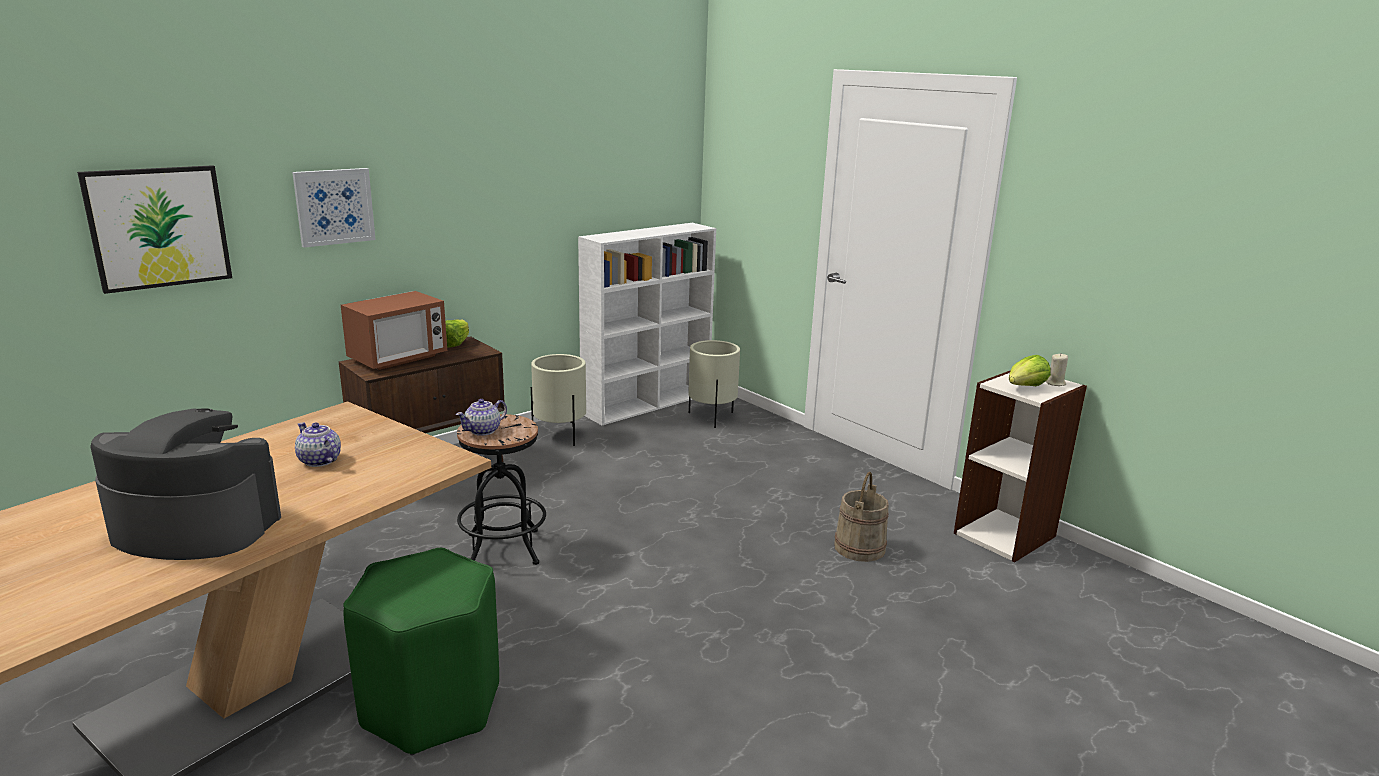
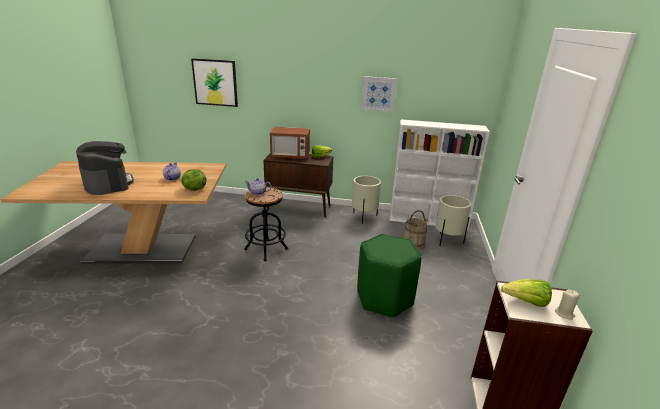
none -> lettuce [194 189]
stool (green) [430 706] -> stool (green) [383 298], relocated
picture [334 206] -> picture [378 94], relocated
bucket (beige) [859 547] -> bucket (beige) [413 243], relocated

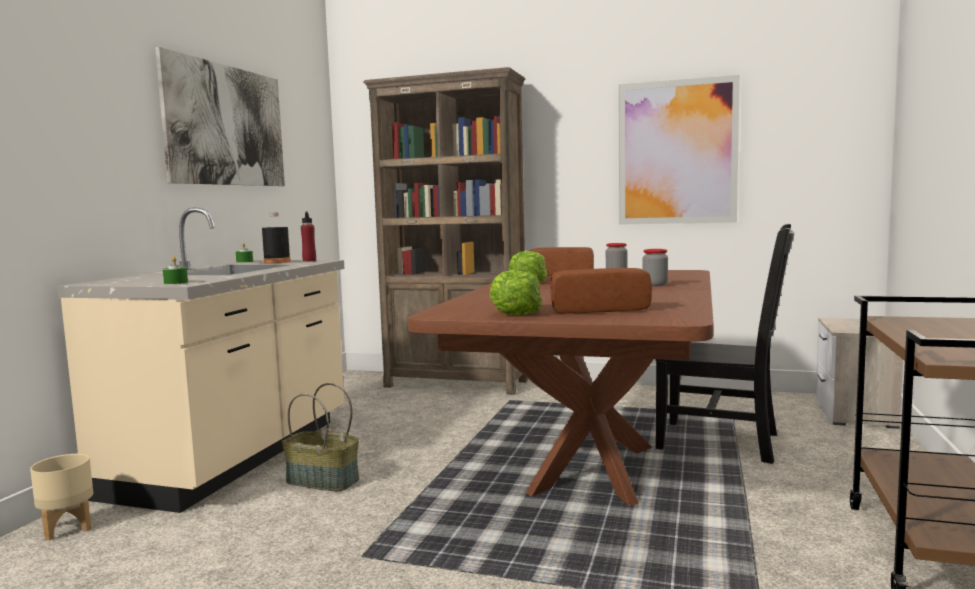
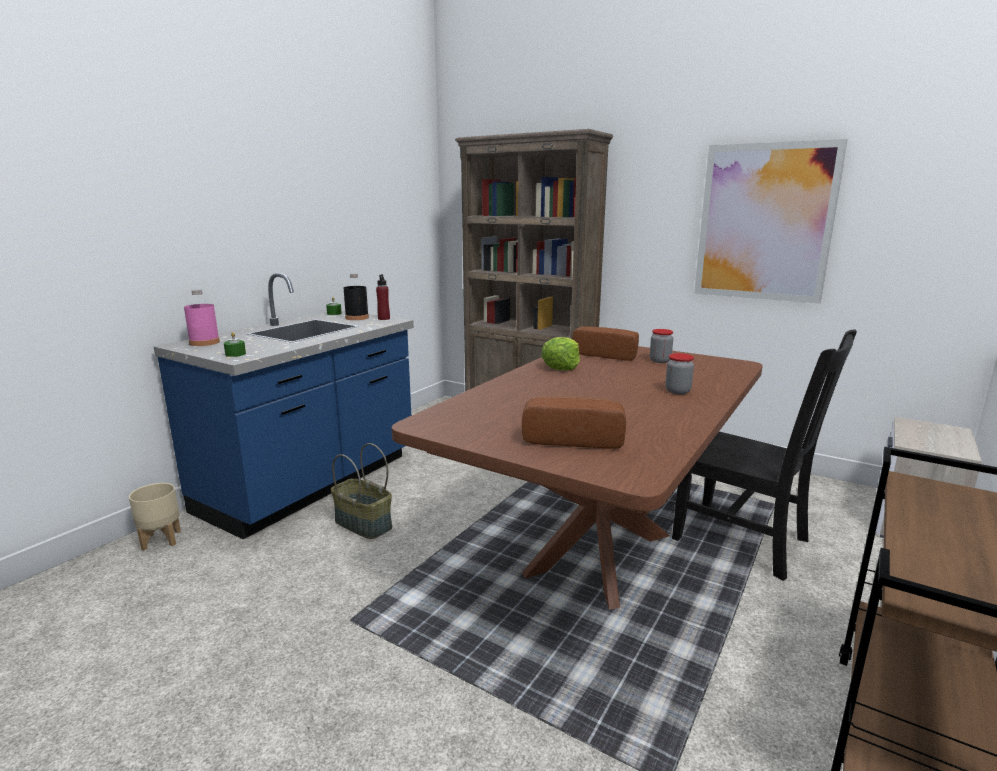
counter (beige) [235 457] -> counter (blue) [312 484]
none -> bottle (pink) [204 342]
picture [226 125] -> none
lettuce [514 313] -> none

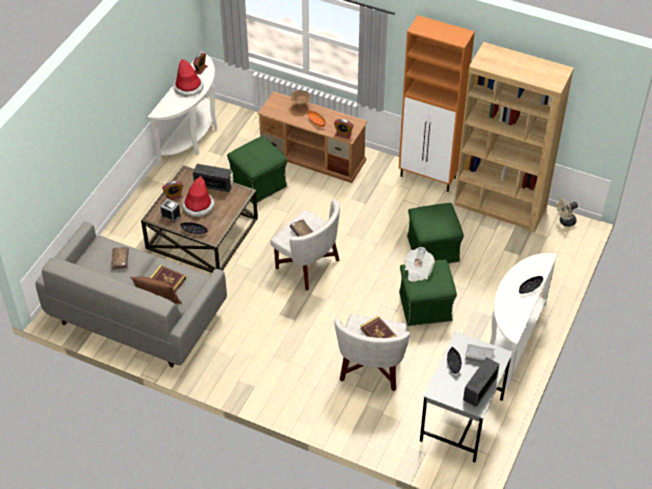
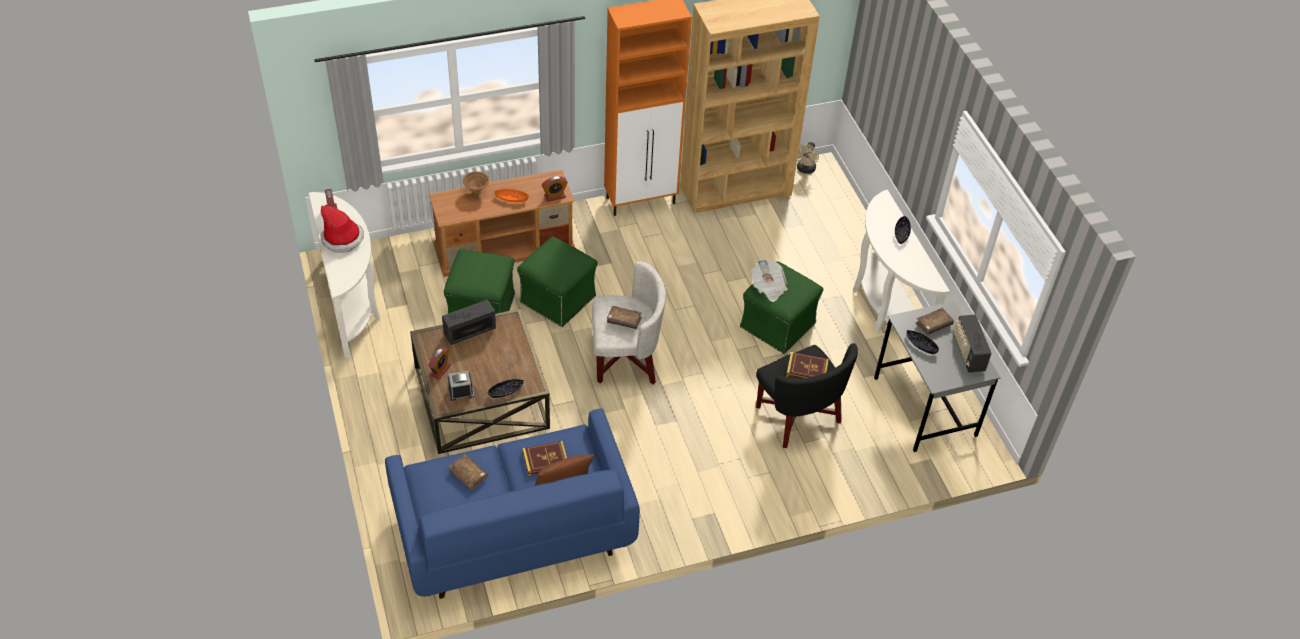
sofa (grey) [137 316] -> sofa (blue) [513 530]
ottoman (green) [433 249] -> ottoman (green) [558 299], relocated
armchair (white) [371 368] -> armchair (black) [797 416]
book (grey) [479 357] -> book (brown) [933 324]
hat [198 206] -> none

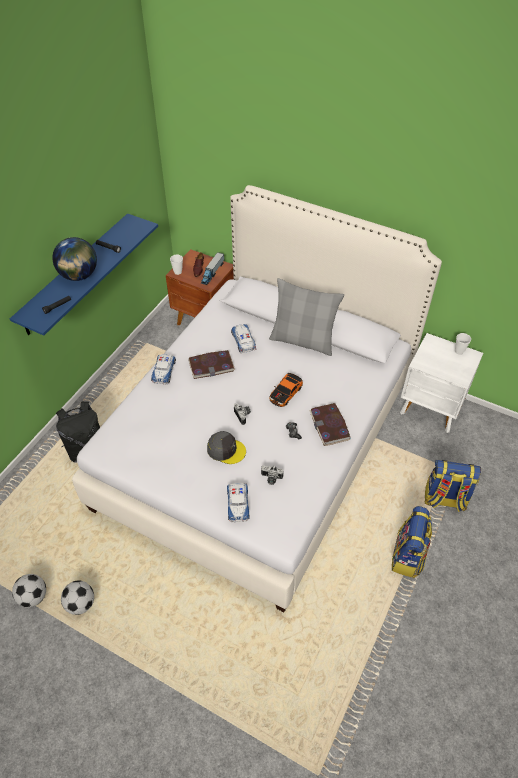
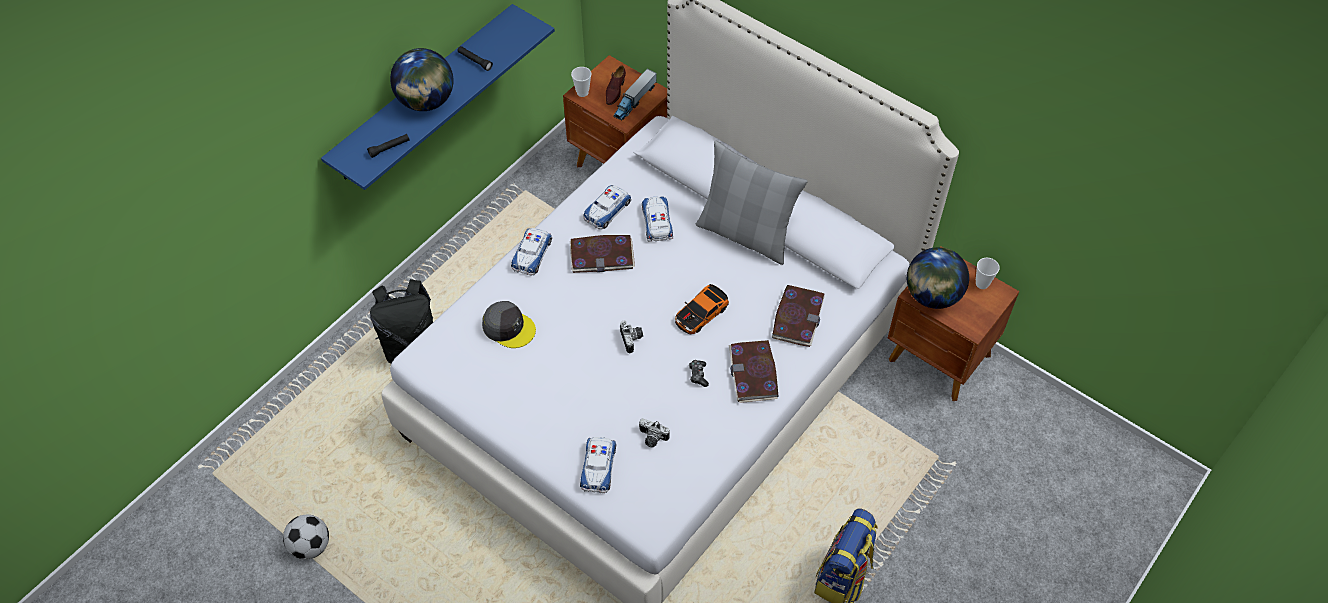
cap (grey) [226 450] -> cap (grey) [509 327], relocated
none -> toy car [607 210]
none -> book [797 317]
nightstand (white) [431 408] -> nightstand (brown) [939 359]
none -> globe [932 295]
football [80 603] -> none
backpack [444 499] -> none

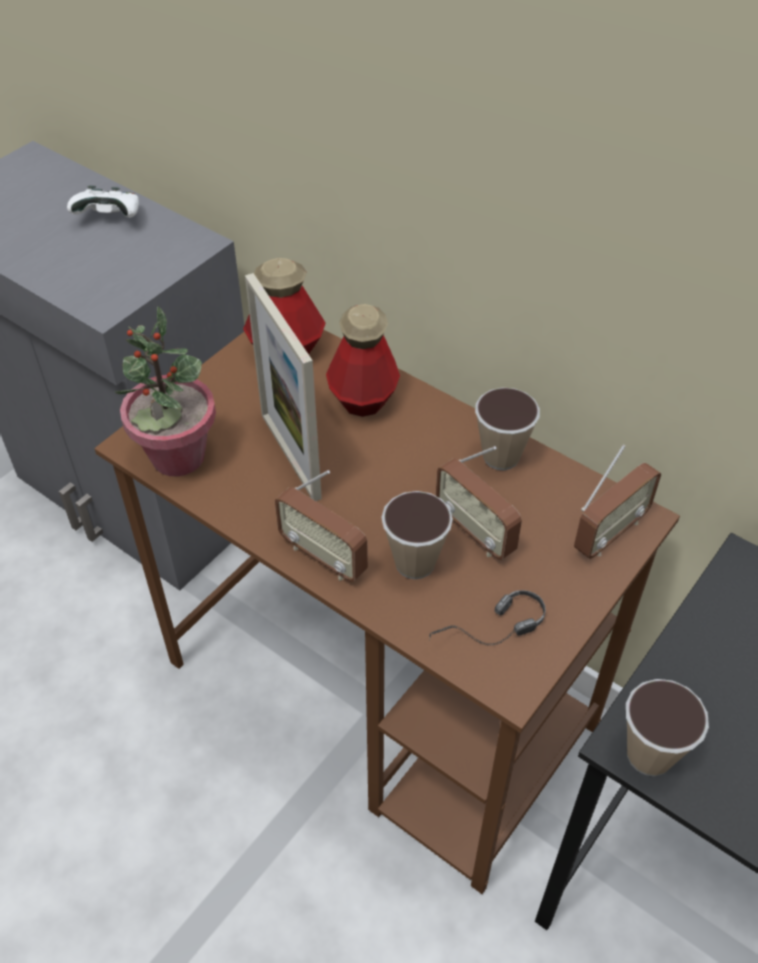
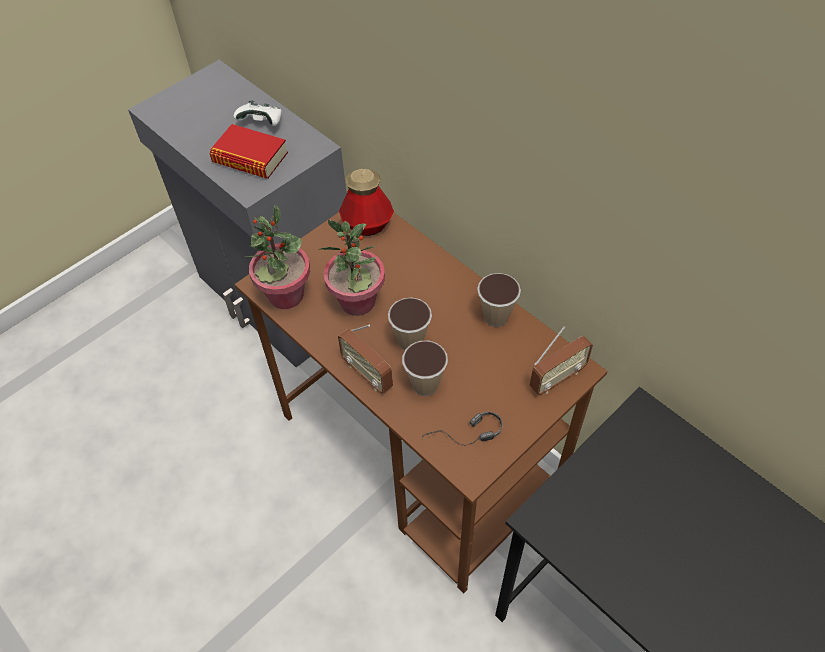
none -> book [250 158]
picture frame [290 455] -> potted plant [358 302]
cup [649 755] -> cup [410 341], relocated
bottle [363 398] -> none
radio [475 532] -> none

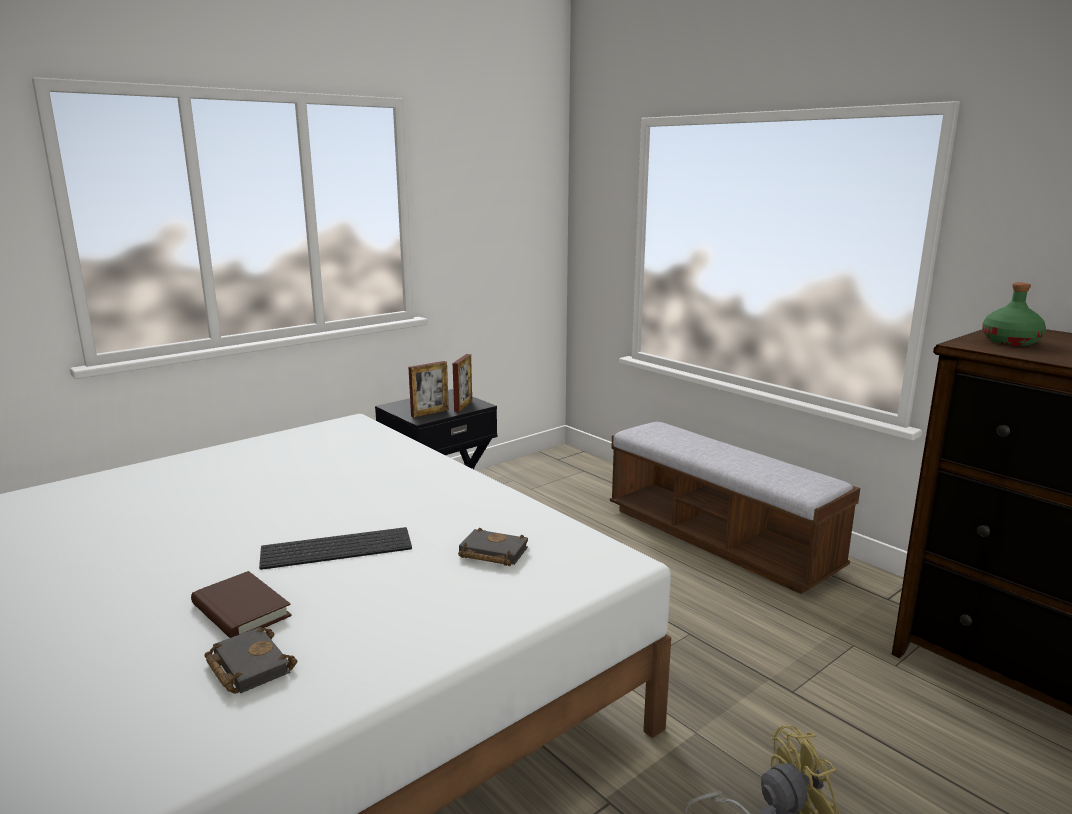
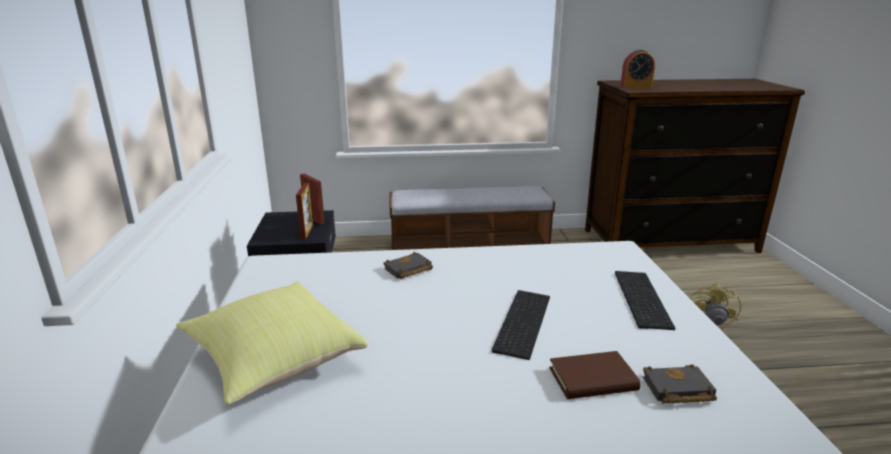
none -> pillow (yellow) [272 360]
book (black) [491 553] -> book (black) [408 270], relocated
none -> keyboard [639 298]
bottle (green) [1011 341] -> alarm clock [636 86]

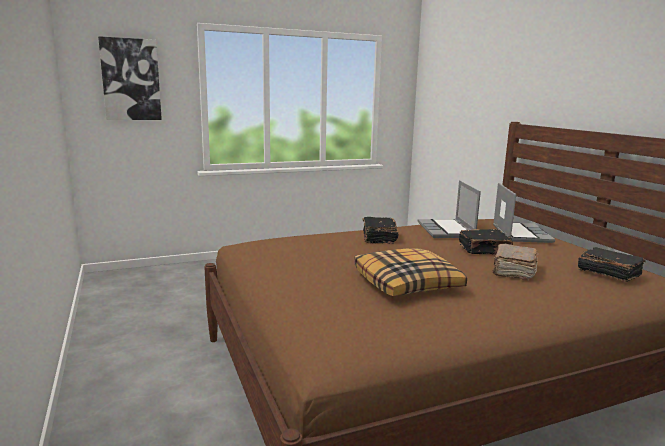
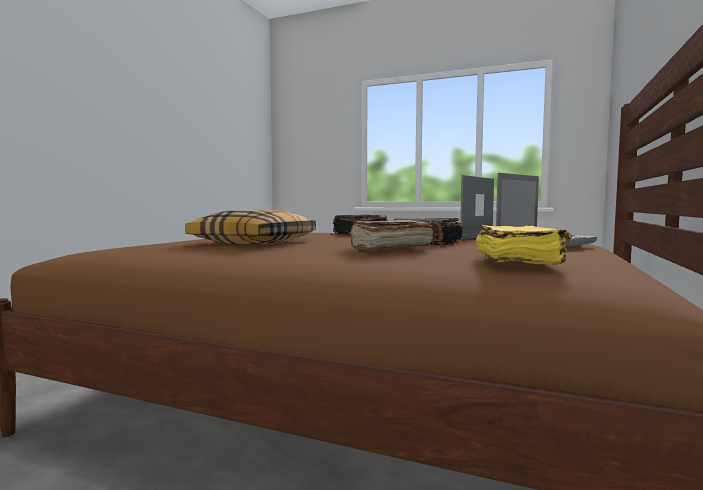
book (black) [608 273] -> book (yellow) [518 262]
picture [131 79] -> none

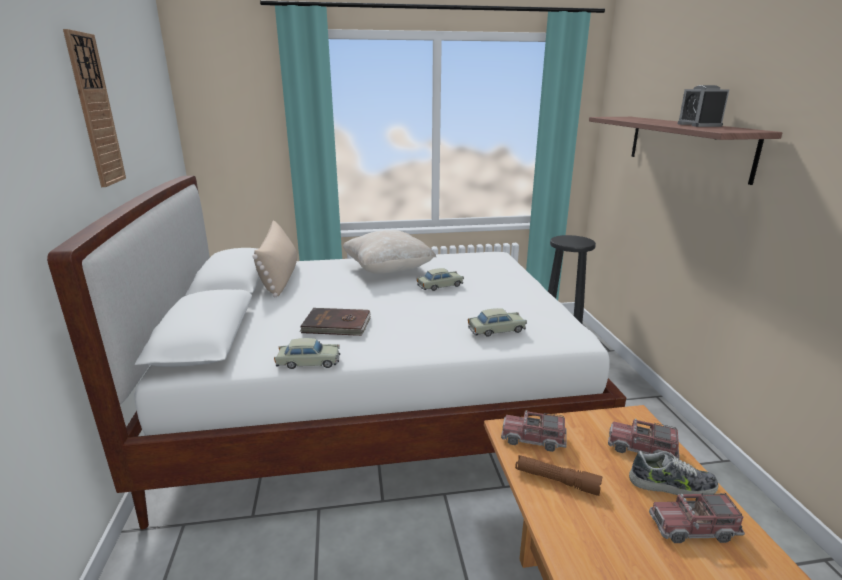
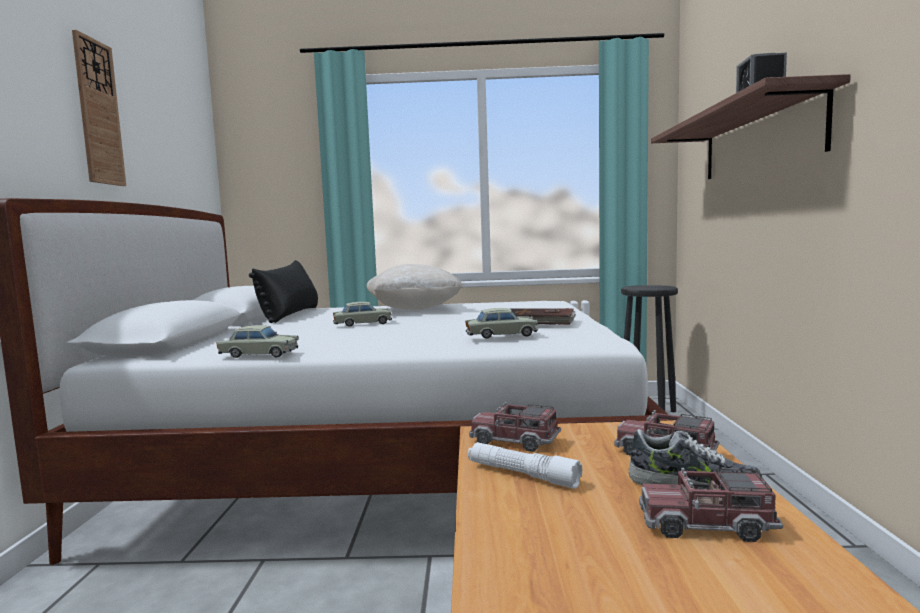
pillow (beige) [280 277] -> pillow (black) [290 314]
toy car (beige) [440 286] -> toy car (beige) [362 324], relocated
flashlight (brown) [556 480] -> flashlight (white) [522 475]
book (brown) [337 325] -> book (brown) [538 320], relocated

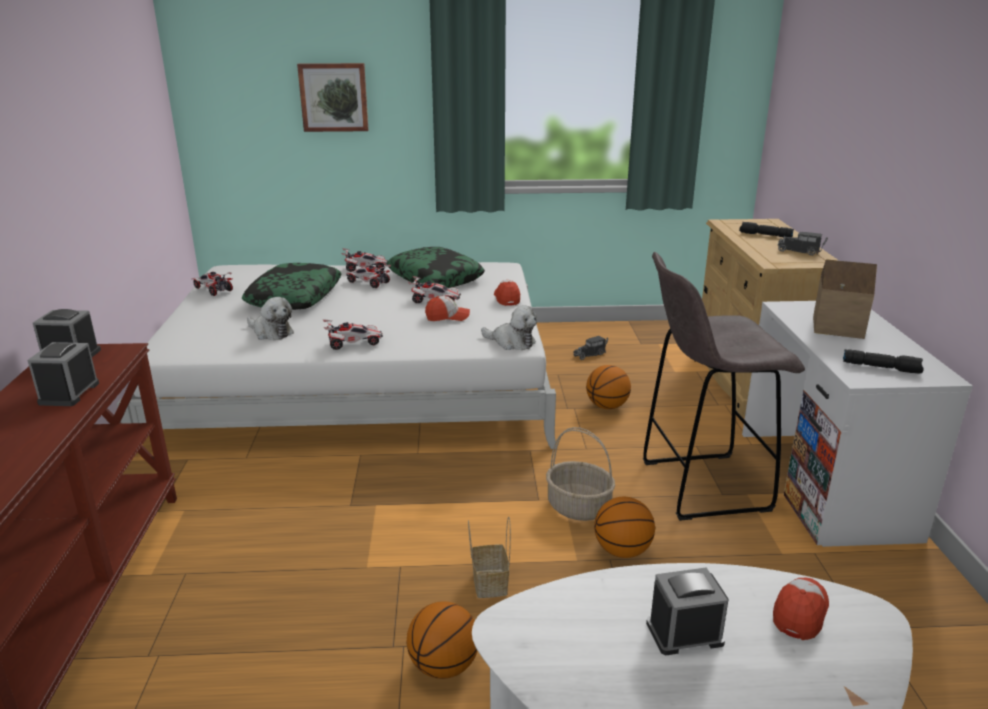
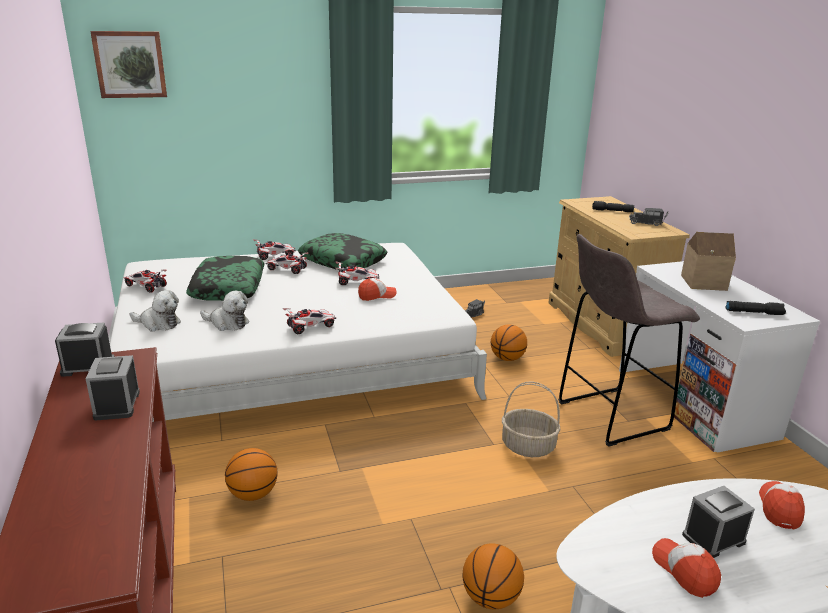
picture [334 97] -> picture [130 64], relocated
plush toy [511 342] -> plush toy [158 323], relocated
basketball [622 550] -> basketball [253 494], relocated
cap [507 298] -> cap [684 571], relocated
basket [489 582] -> none

